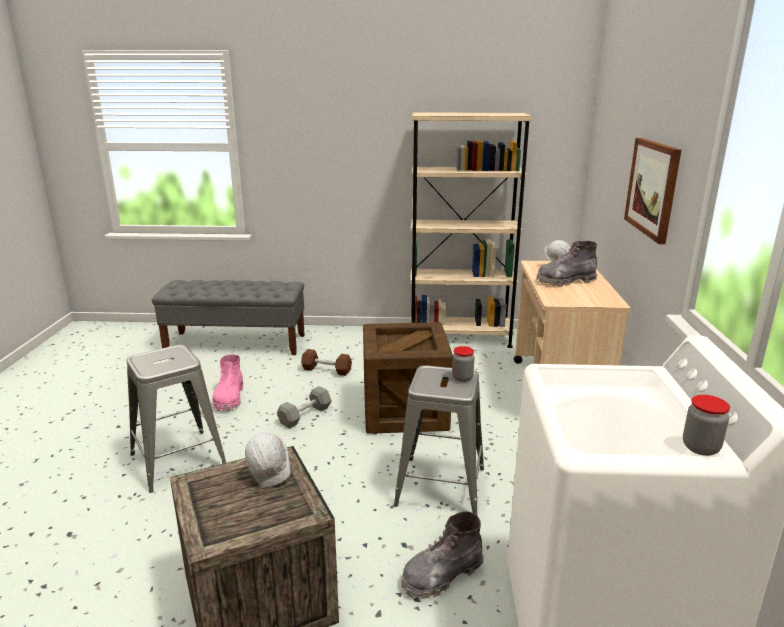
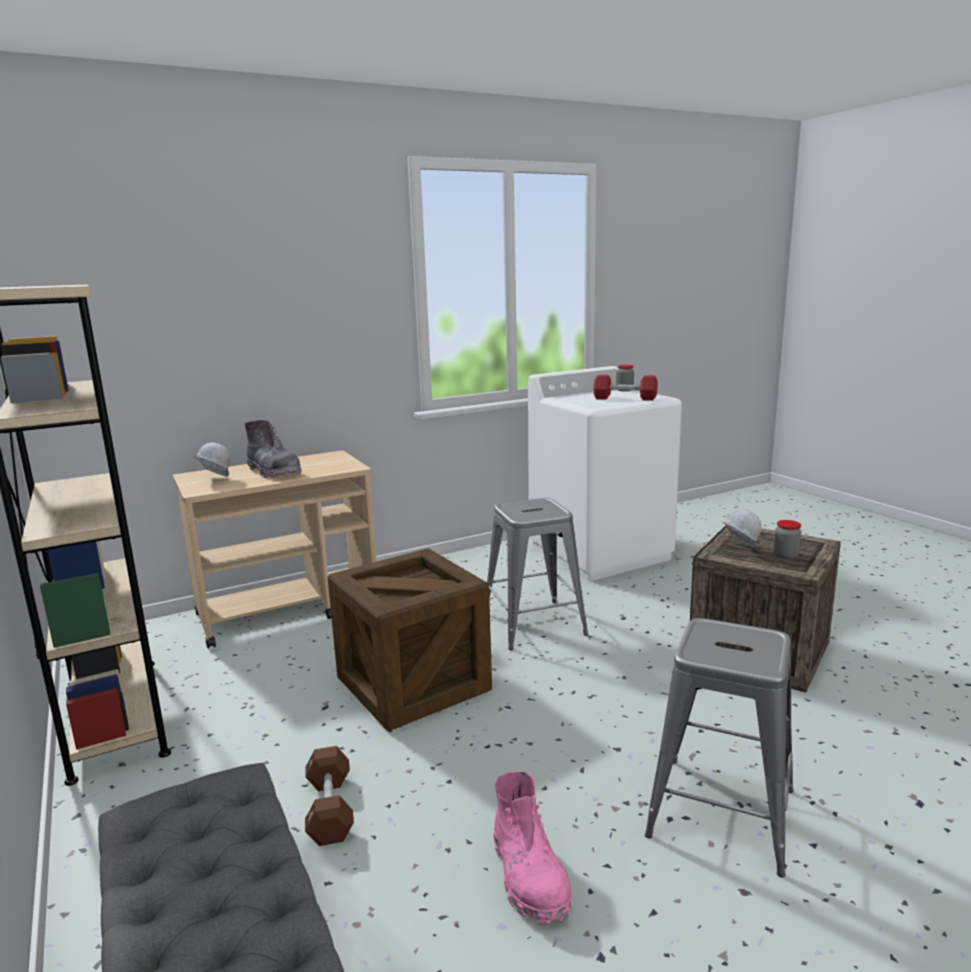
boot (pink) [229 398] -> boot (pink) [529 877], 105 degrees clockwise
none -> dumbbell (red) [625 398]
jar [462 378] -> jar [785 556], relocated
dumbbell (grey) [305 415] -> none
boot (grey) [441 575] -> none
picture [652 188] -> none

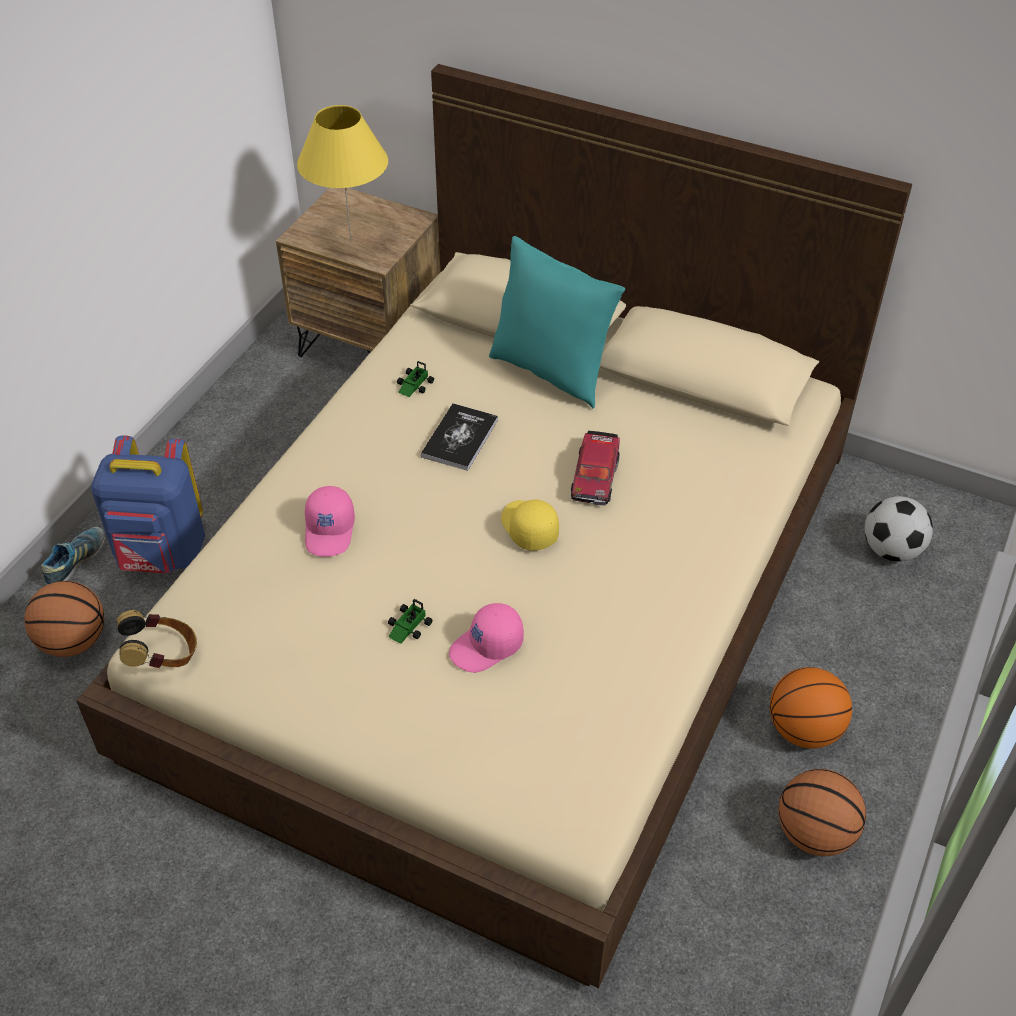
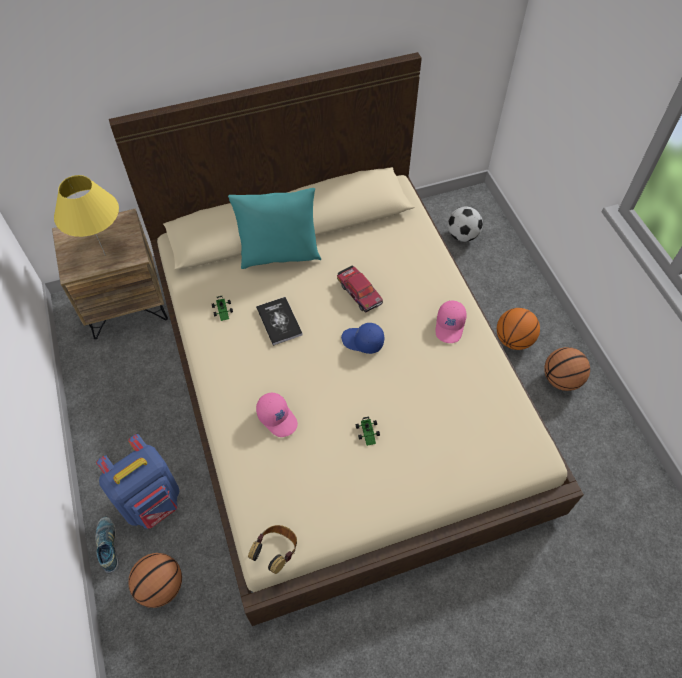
cap (yellow) [528 528] -> cap (blue) [362 341]
cap (pink) [487 647] -> cap (pink) [450 326], relocated

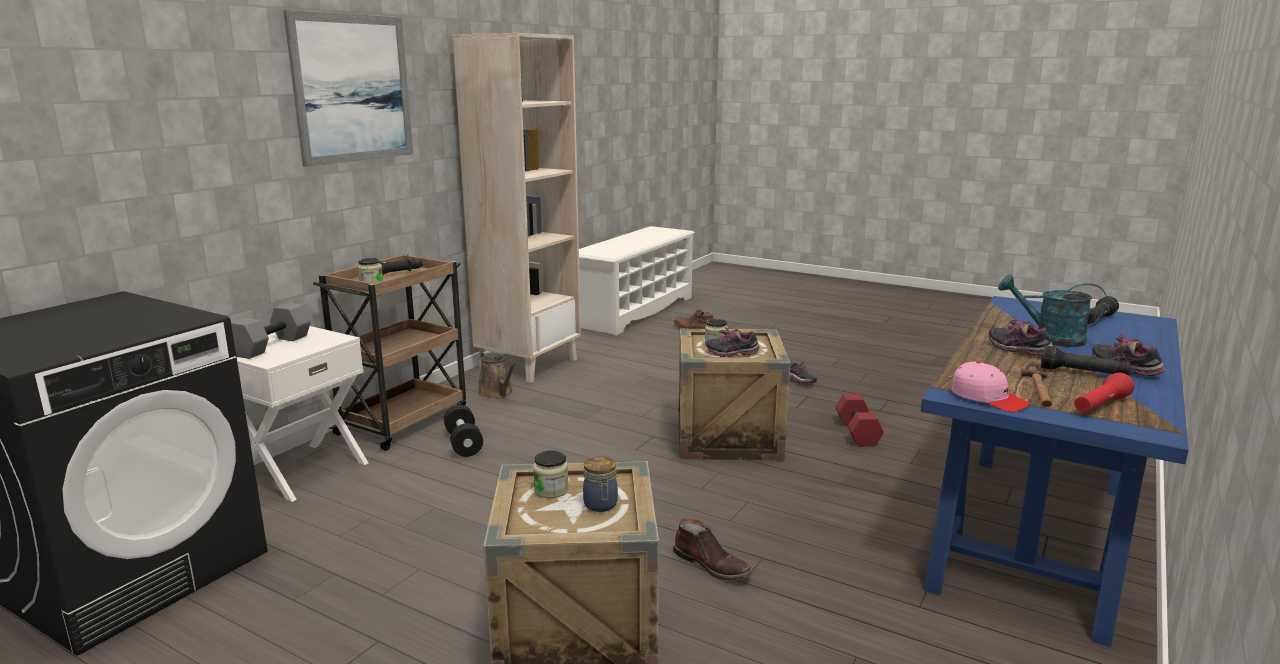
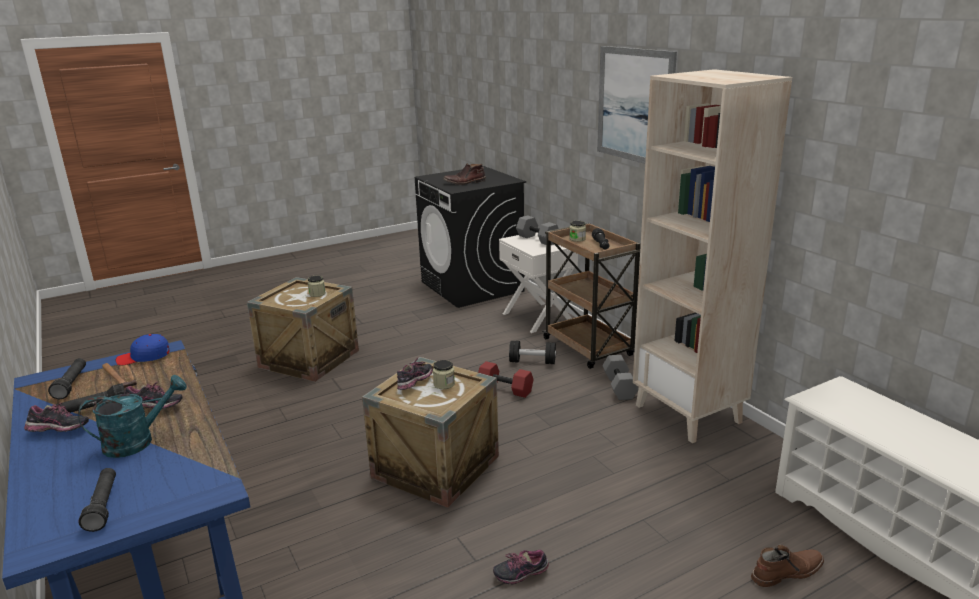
flashlight (red) [1100 406] -> flashlight (black) [72 384]
cap (pink) [988 398] -> cap (blue) [144 357]
boot (brown) [712 565] -> boot (brown) [465 182], relocated
dumbbell (red) [856 432] -> dumbbell (red) [506 389], relocated
watering can (brown) [497 393] -> dumbbell (grey) [620 387]
jar [601 505] -> none

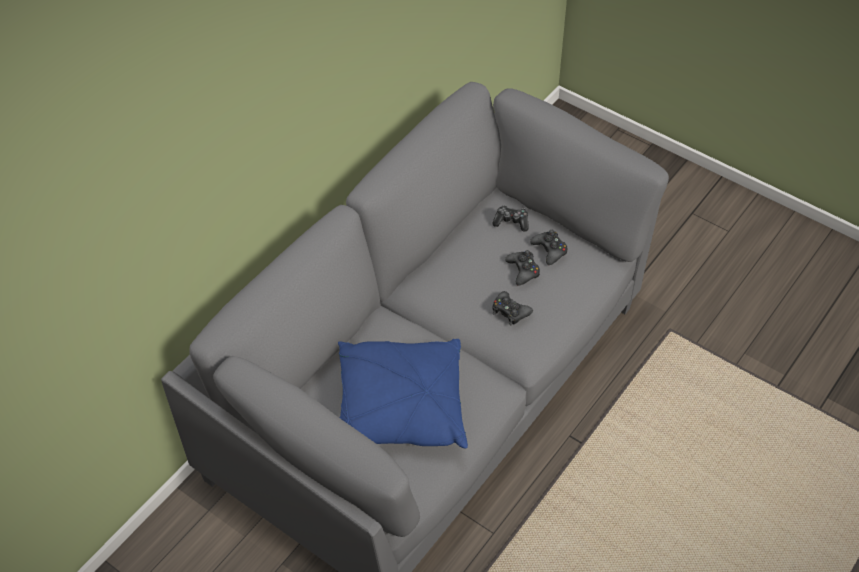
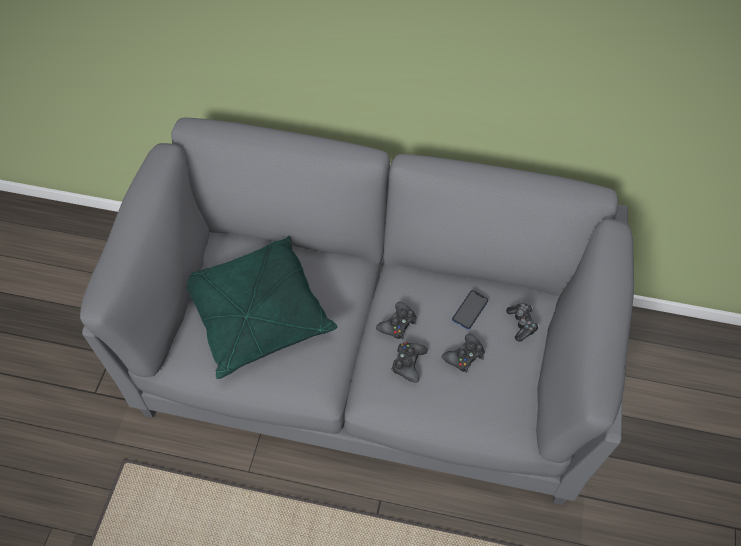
pillow (blue) [400 407] -> pillow (green) [257 315]
game controller (black) [549 250] -> game controller (black) [398 324], relocated
none -> phone [470 310]

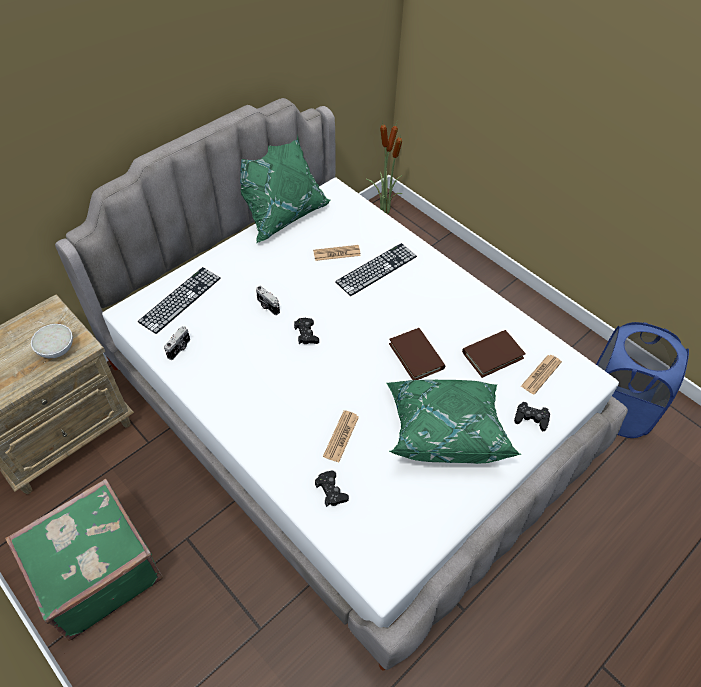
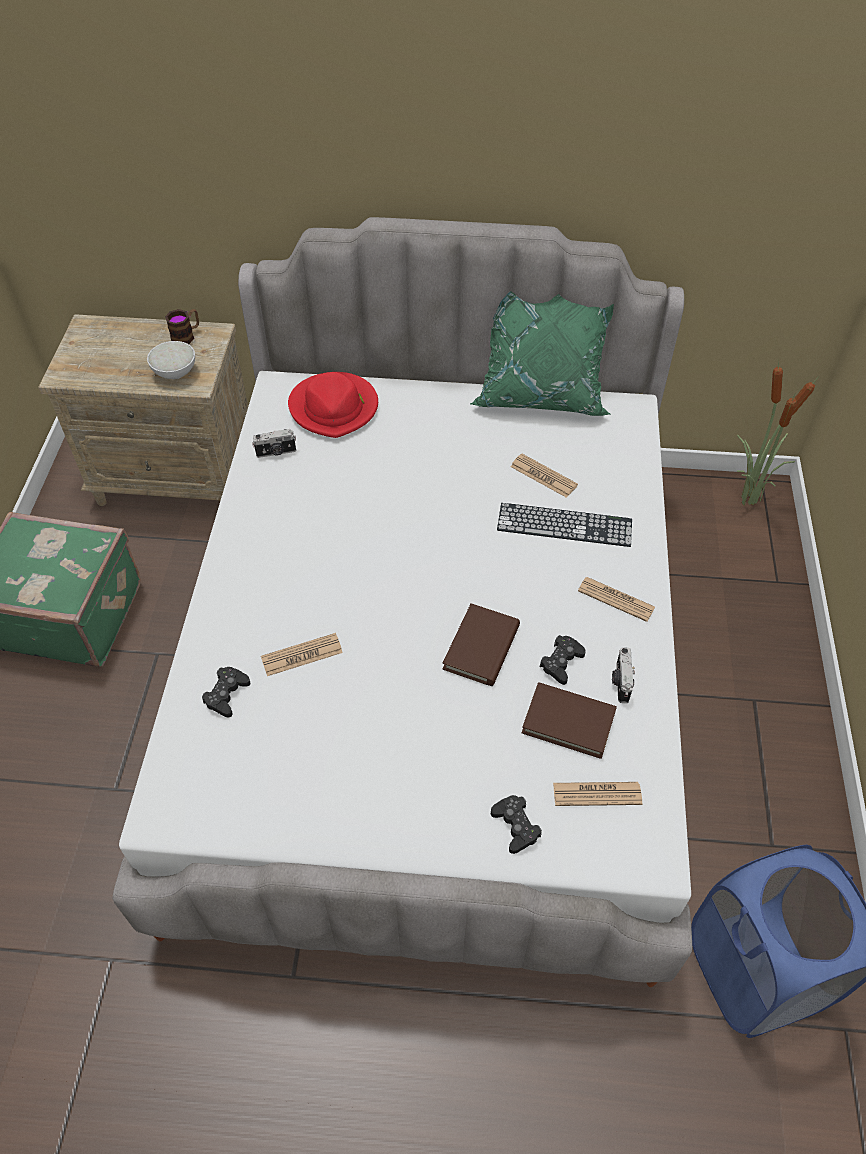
none -> mug [186 335]
keyboard [180 299] -> hat (red) [334 408]
game controller (black) [306 334] -> game controller (black) [561 662], relocated
none -> newspaper [616 599]
photo camera [267 306] -> photo camera [620 682], relocated
pillow (green) [444 429] -> none

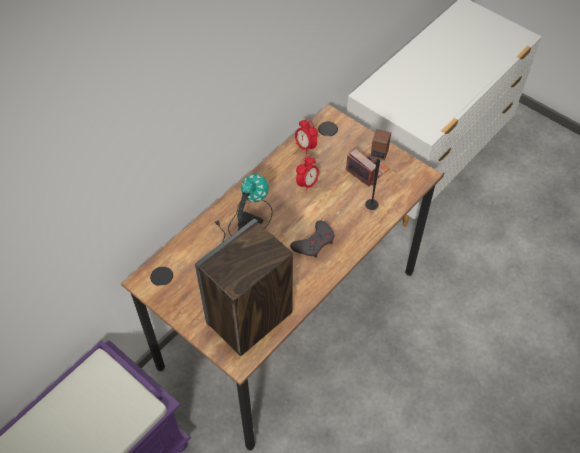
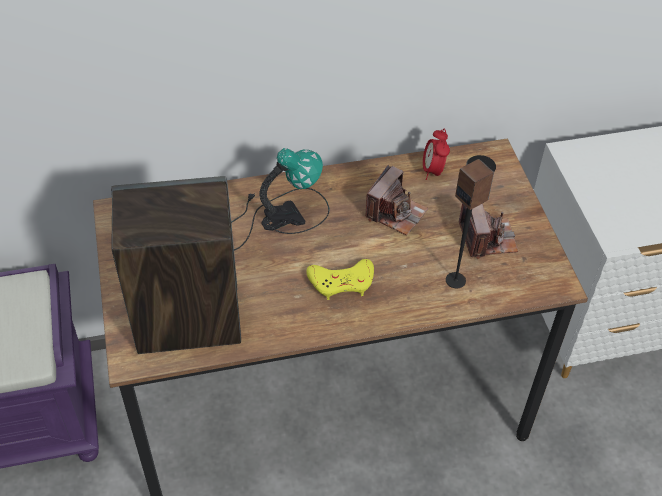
game controller (grey) [314 242] -> game controller (yellow) [342 282]
alarm clock [307 184] -> photo camera [395 213]

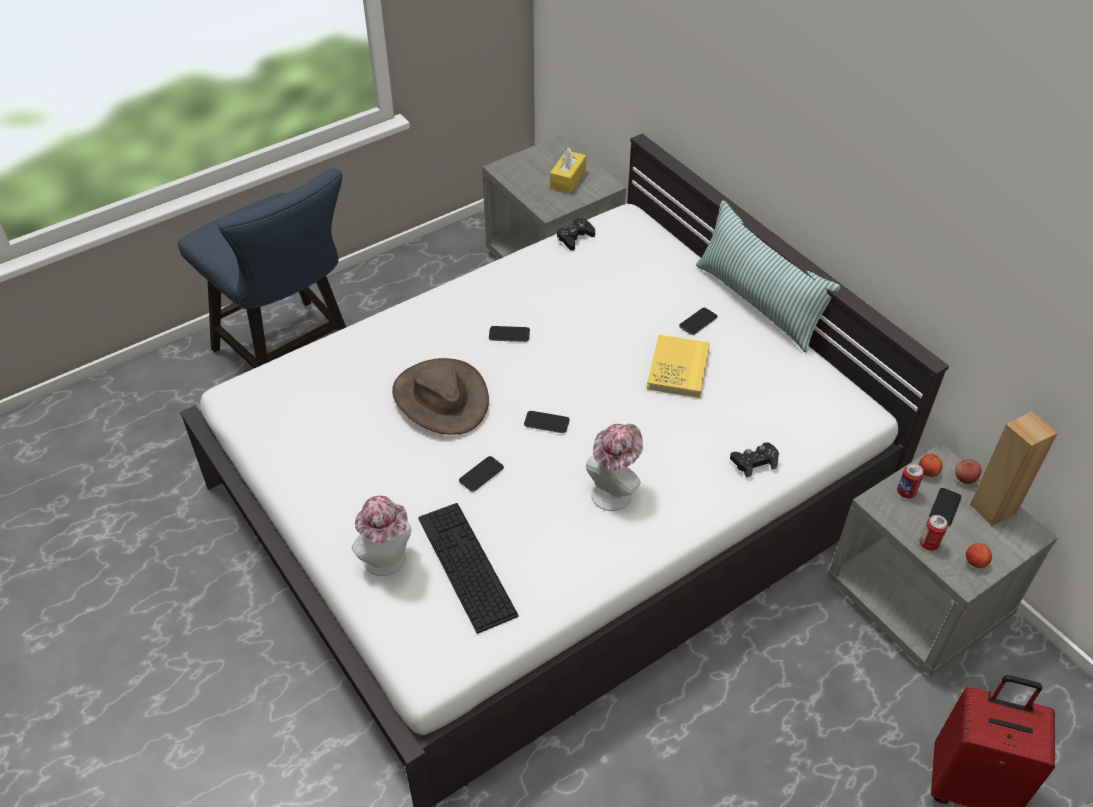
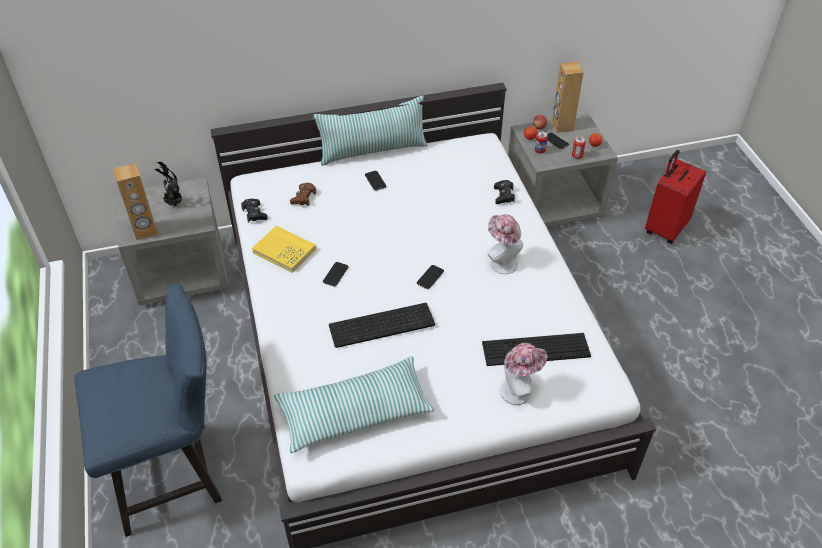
none -> speaker (brown) [145 231]
tissue box (yellow) [568 179] -> potted plant [173 204]
book (yellow) [678 369] -> book (yellow) [284 251], relocated
none -> pillow [355 412]
none -> game controller (brown) [303 197]
hat (brown) [440 398] -> keyboard [381 327]
phone [481 474] -> none

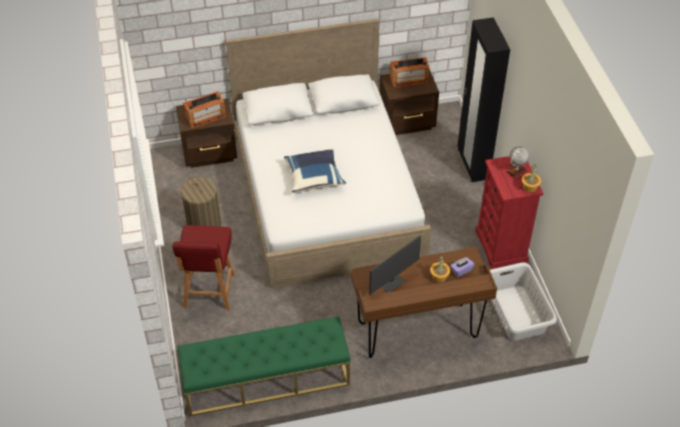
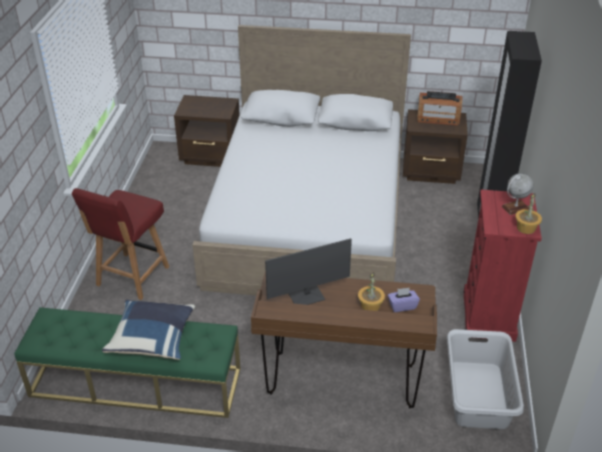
pillow (blue) [314 177] -> pillow (blue) [153 339], relocated
laundry basket [204 224] -> none
radio [205 117] -> none

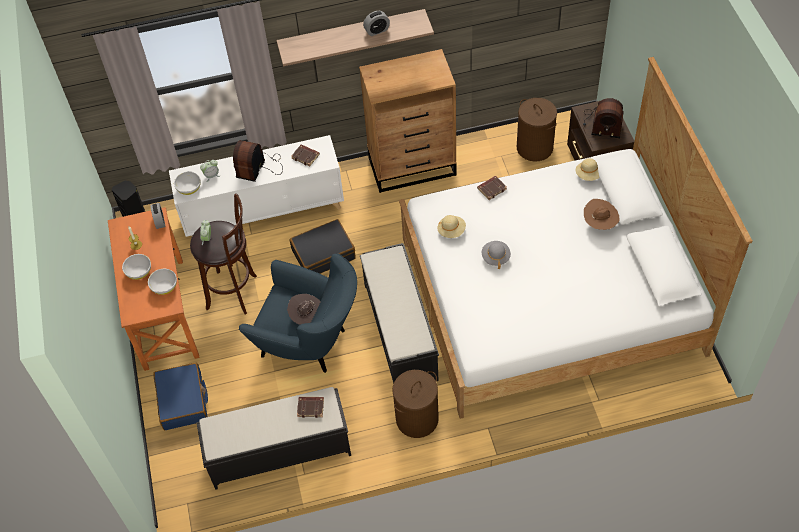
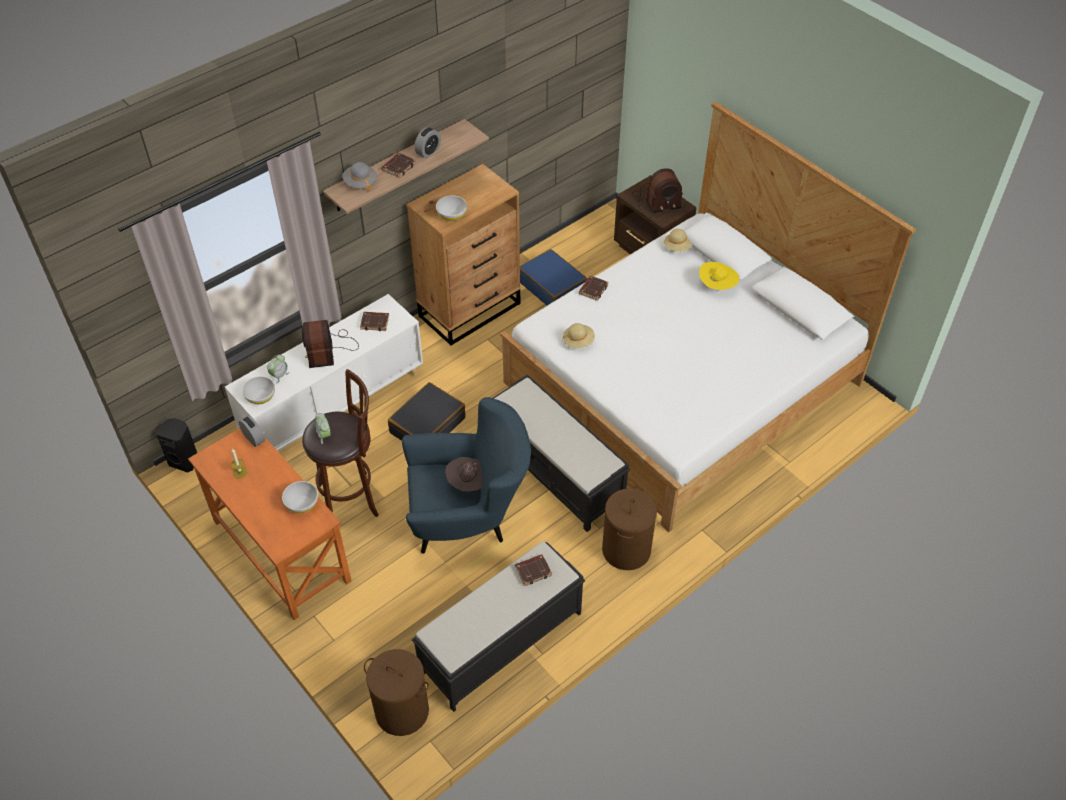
hat (grey) [495 257] -> hat (grey) [360 182], relocated
laundry basket (brown) [535 148] -> laundry basket (brown) [402 711], relocated
none -> book (brown) [398 167]
bowl (white) [139 272] -> bowl (white) [452 215], relocated
suitcase (blue) [183 401] -> suitcase (blue) [552 287], relocated
hat (brown) [600 223] -> hat (yellow) [717 287]

